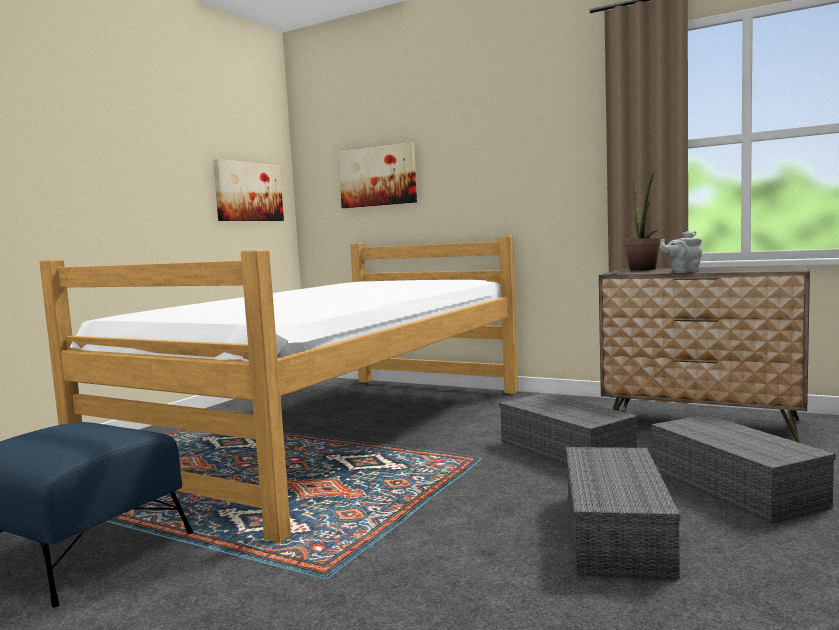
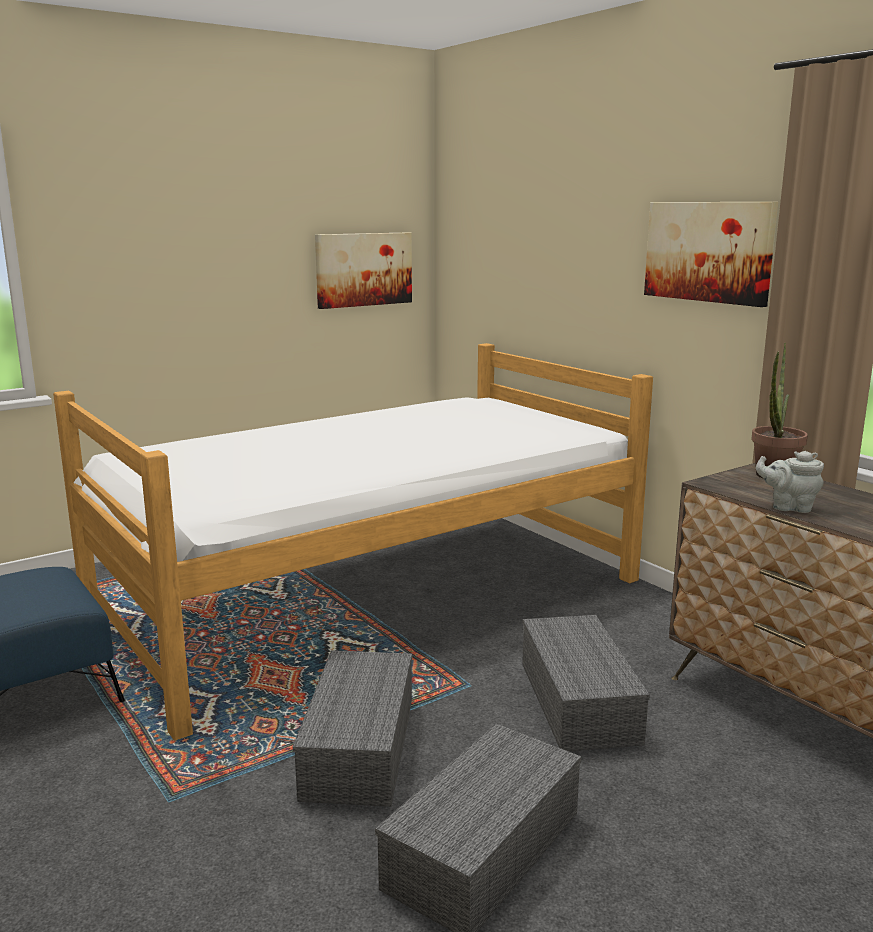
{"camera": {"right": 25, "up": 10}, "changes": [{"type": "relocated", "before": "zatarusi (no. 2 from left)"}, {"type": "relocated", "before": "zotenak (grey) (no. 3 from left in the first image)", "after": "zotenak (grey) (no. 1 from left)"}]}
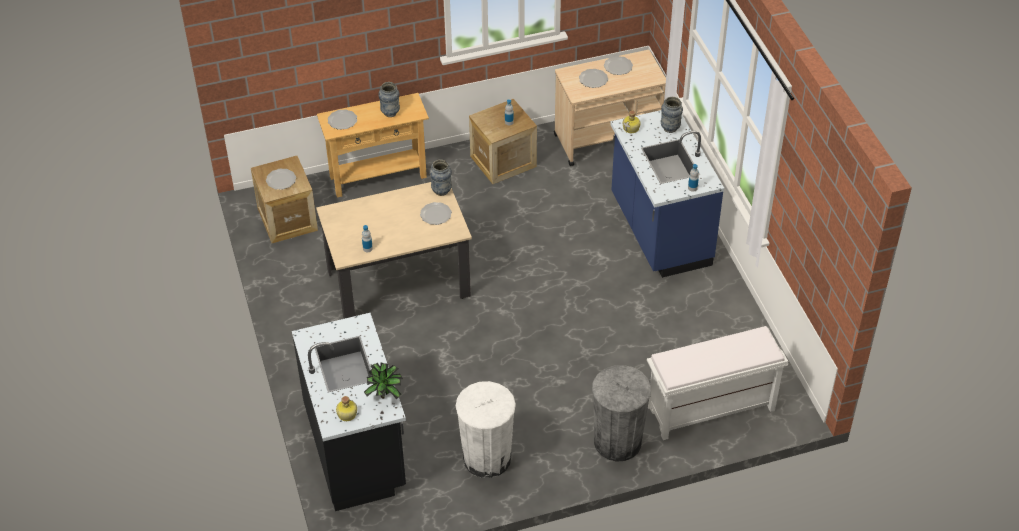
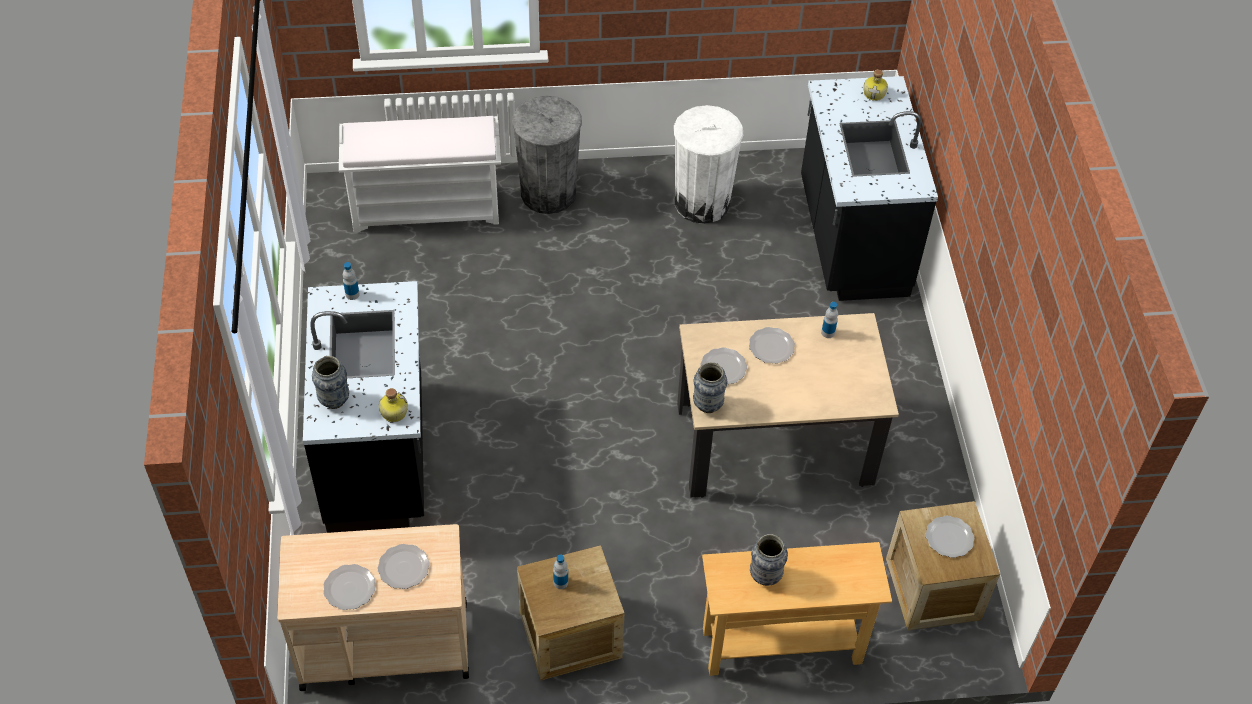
{"camera": {"right": -170, "up": 5}, "changes": [{"type": "relocated", "before": "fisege (no. 2 from left in the first image)", "after": "fisege (no. 4 from left)"}, {"type": "colour", "before": "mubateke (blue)", "after": "mubateke (black) (no. 1 from left)"}, {"type": "missing", "before": "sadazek"}]}
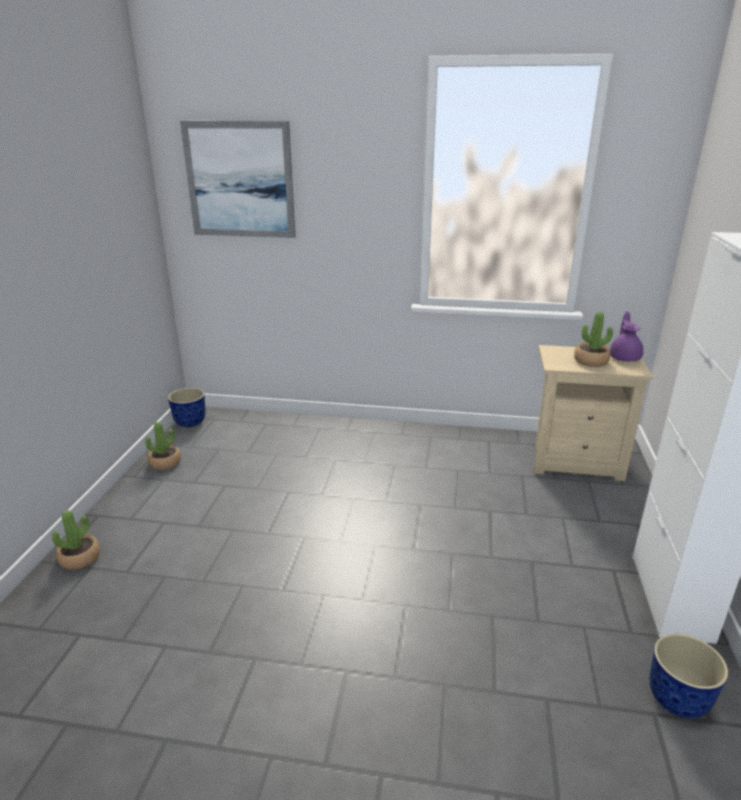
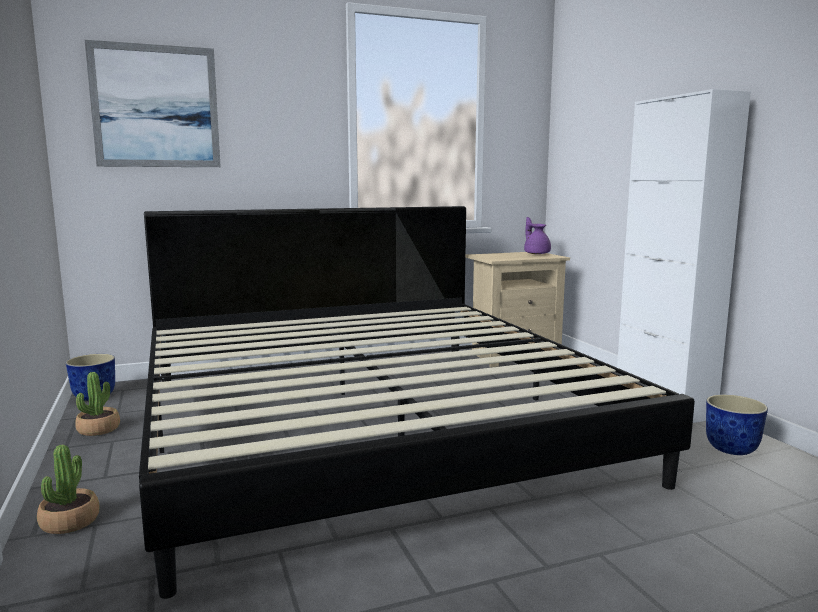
{"camera": {"right": -30, "up": -15}, "changes": [{"type": "missing", "before": "sadazek (no. 3 from left)"}, {"type": "appeared", "after": "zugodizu"}]}
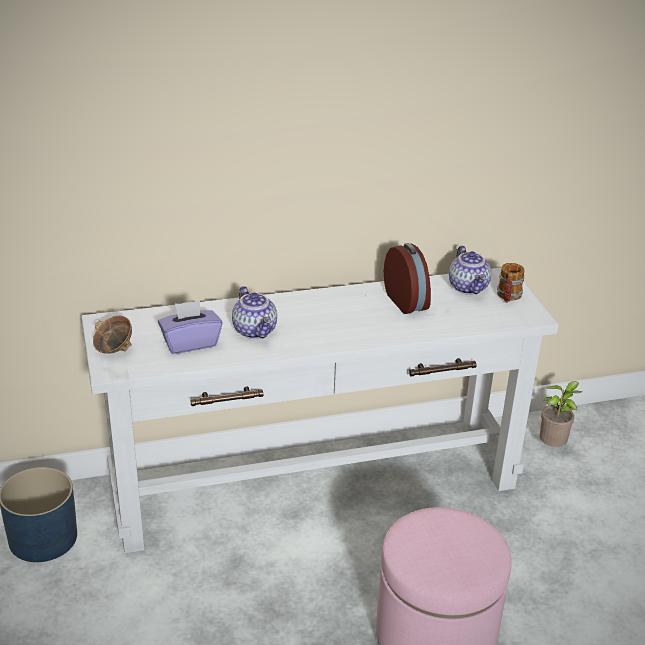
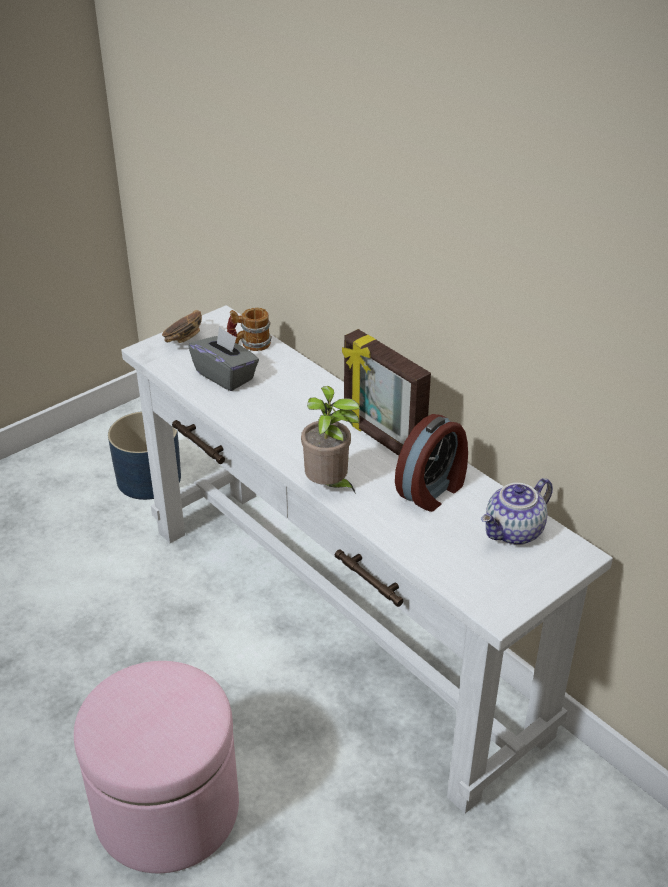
{"camera": {"right": 65, "up": 5}, "changes": [{"type": "relocated", "before": "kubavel"}, {"type": "missing", "before": "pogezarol (no. 1 from left)"}, {"type": "colour", "before": "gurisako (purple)", "after": "gurisako (grey)"}, {"type": "relocated", "before": "sadazek"}, {"type": "appeared", "after": "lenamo"}]}
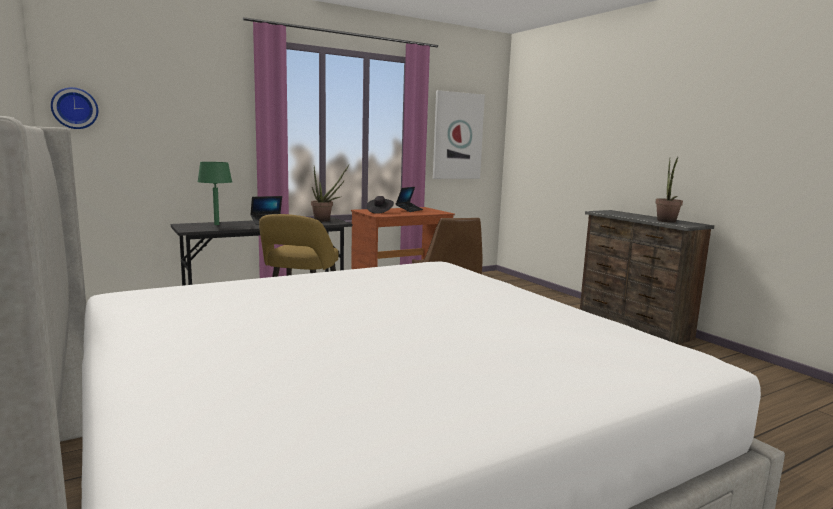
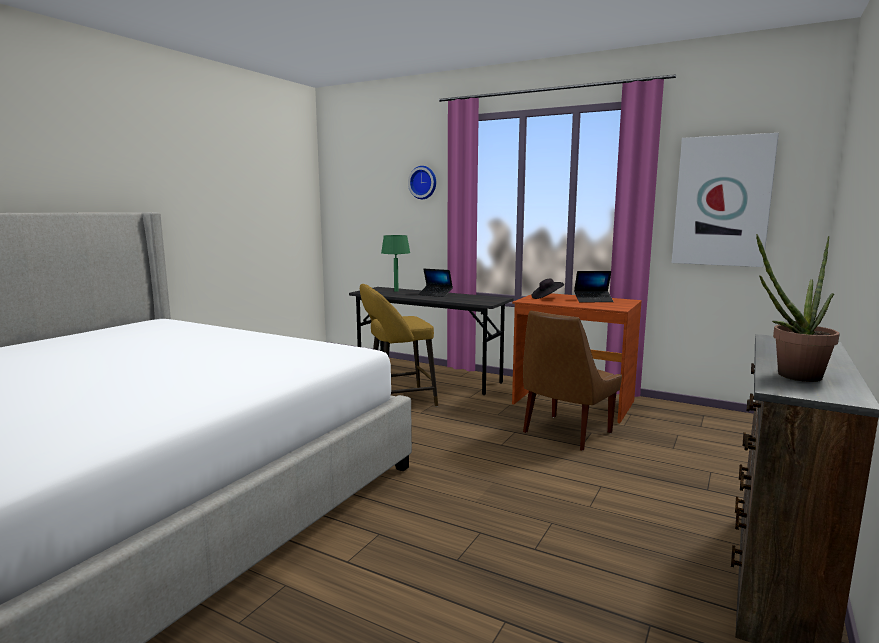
{"camera": {"right": 60, "up": 0}, "changes": [{"type": "relocated", "before": "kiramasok"}, {"type": "missing", "before": "sadazek (no. 1 from left)"}]}
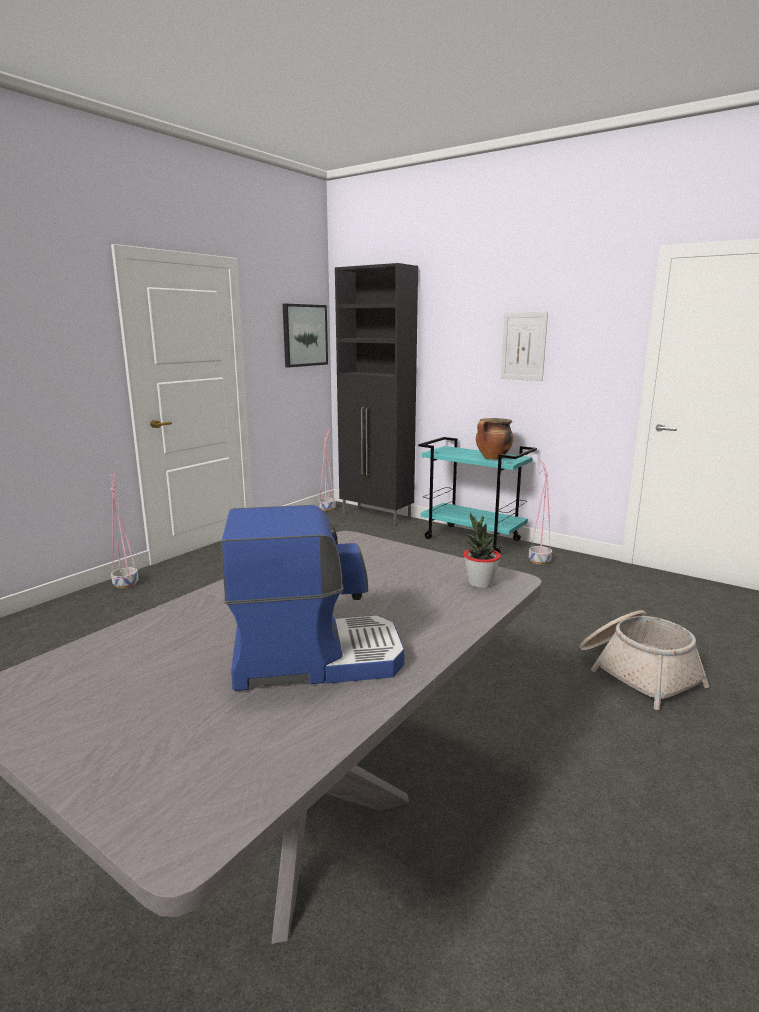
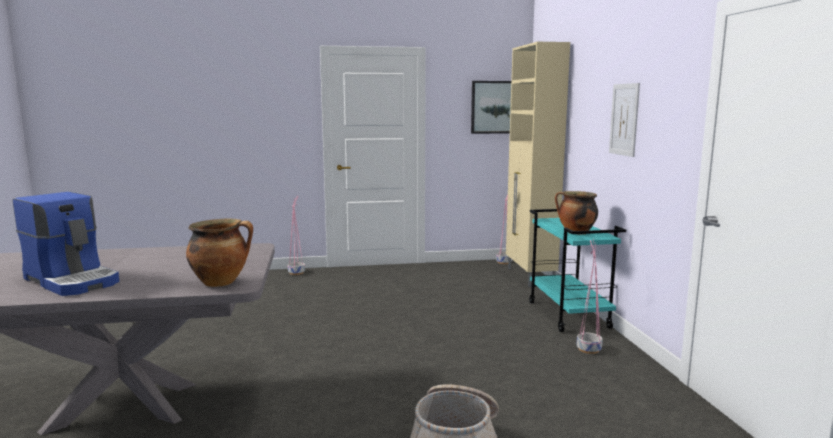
{"camera": {"right": 45, "up": -5}, "changes": [{"type": "colour", "before": "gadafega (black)", "after": "gadafega (beige)"}, {"type": "exchanged", "before": "sadazek", "after": "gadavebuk (no. 1 from left)"}]}
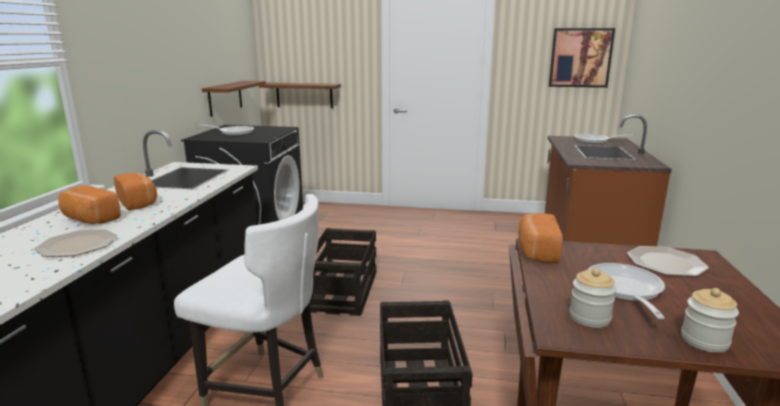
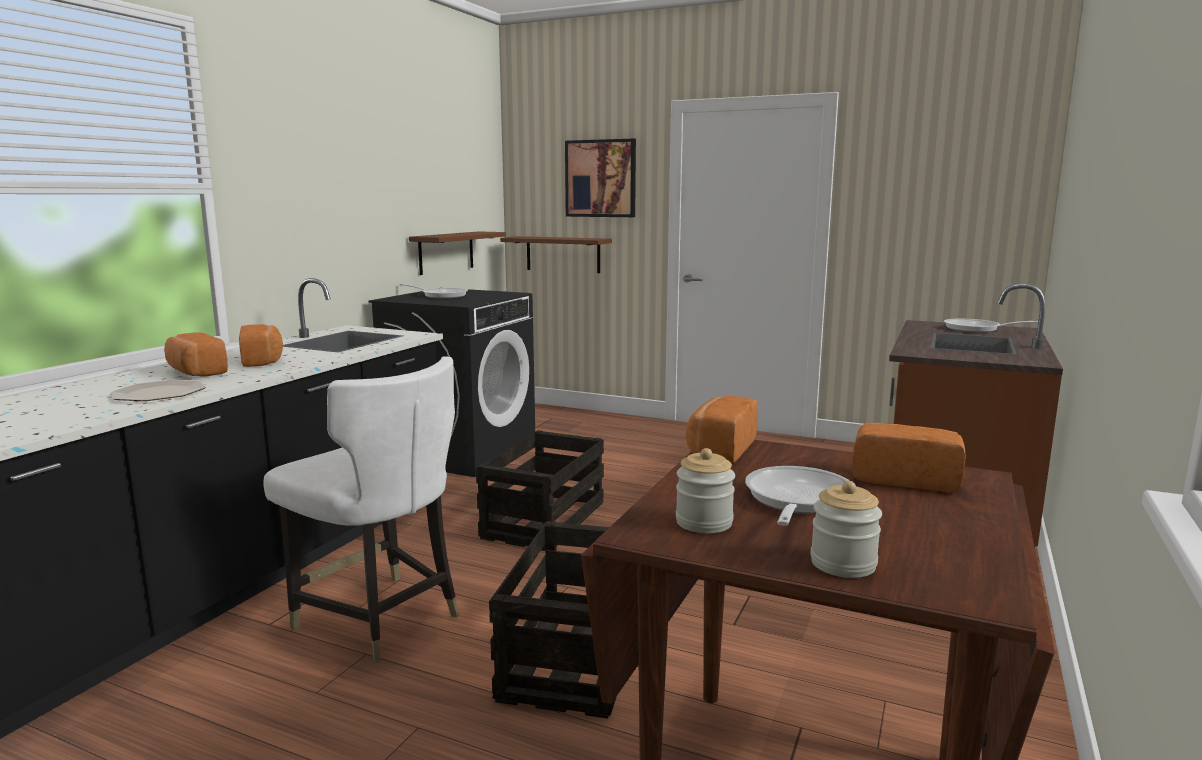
{"camera": {"right": 15, "up": -5}, "changes": [{"type": "relocated", "before": "zatarusi"}, {"type": "exchanged", "before": "fisege (no. 2 from left)", "after": "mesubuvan (no. 4 from left)"}]}
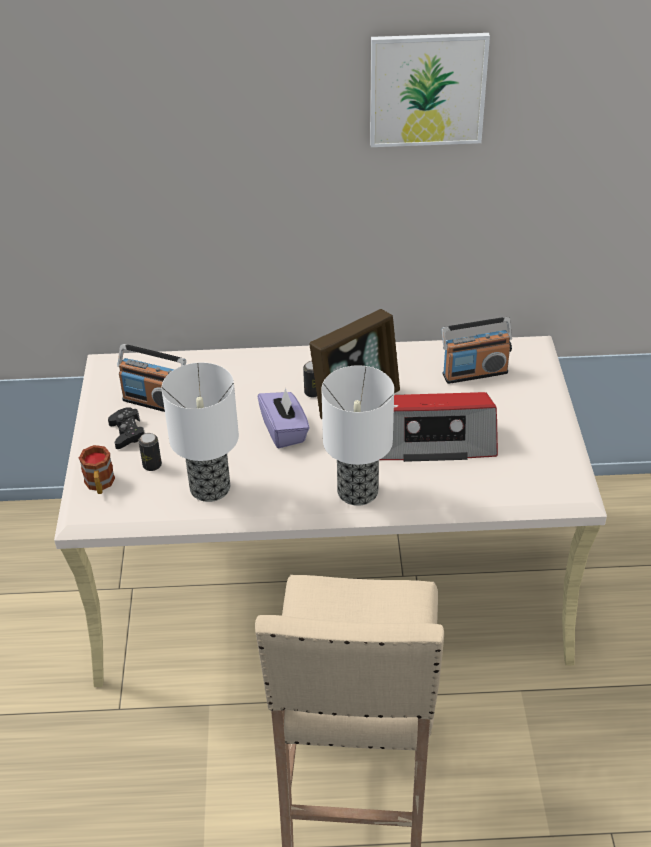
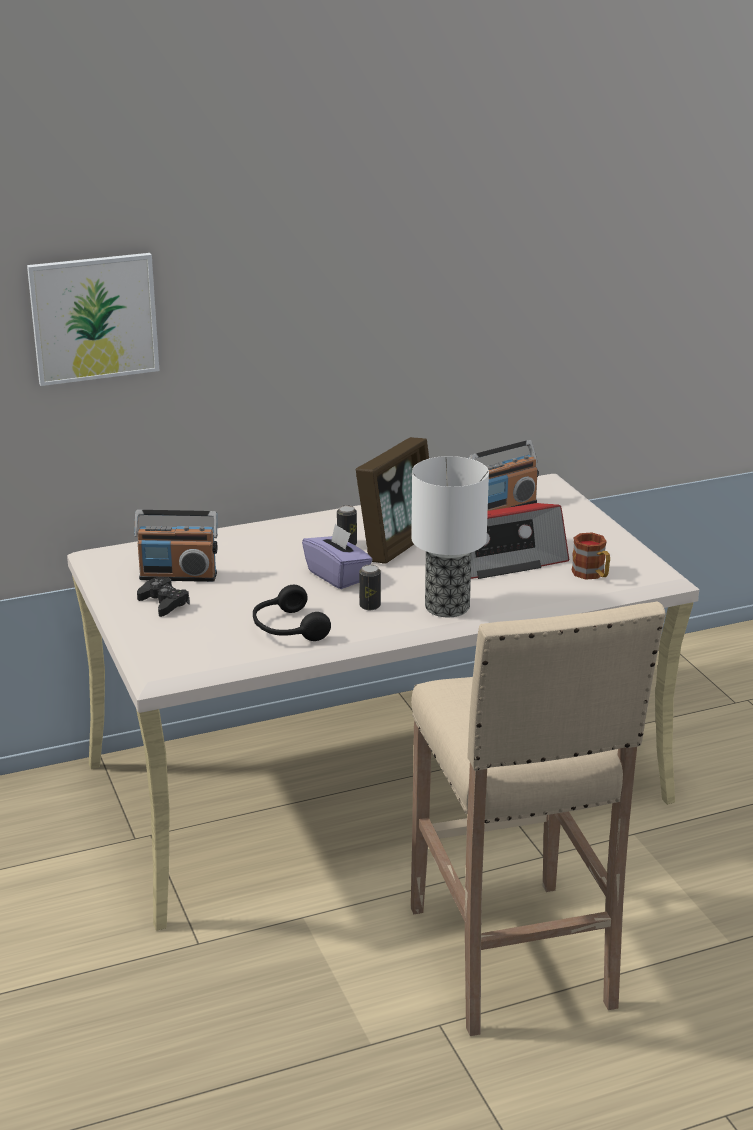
{"camera": {"right": -20, "up": -15}, "changes": [{"type": "relocated", "before": "zatarusi"}, {"type": "exchanged", "before": "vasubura (no. 1 from left)", "after": "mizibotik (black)"}, {"type": "relocated", "before": "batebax (no. 1 from left in the first image)", "after": "batebax (no. 2 from left)"}, {"type": "relocated", "before": "kubavel"}]}
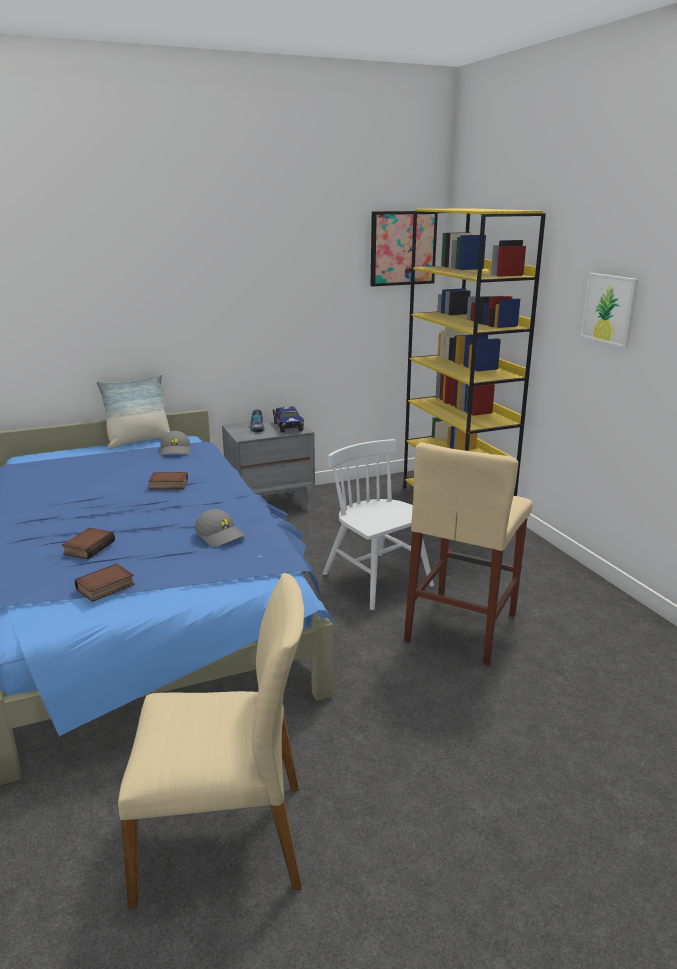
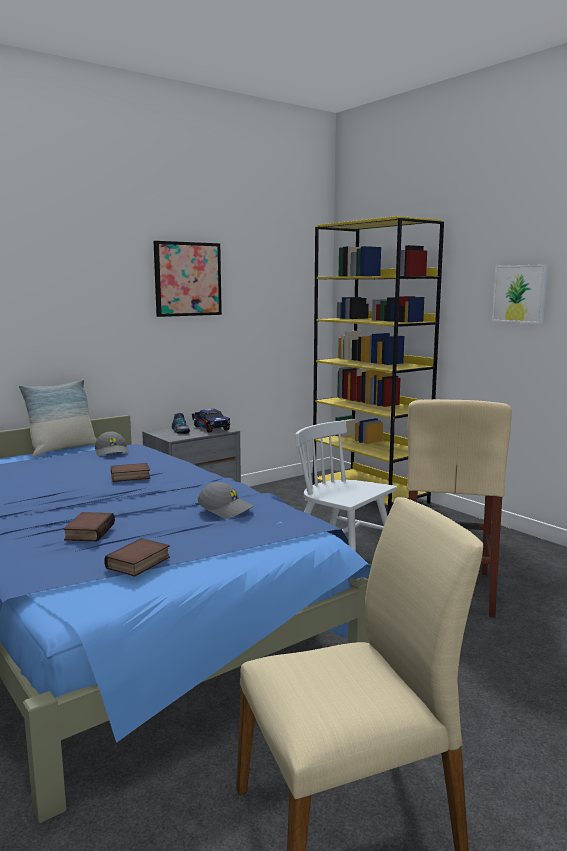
{"camera": {"right": -15, "up": -10}, "changes": [{"type": "relocated", "before": "zatarusi (no. 1 from left)"}]}
